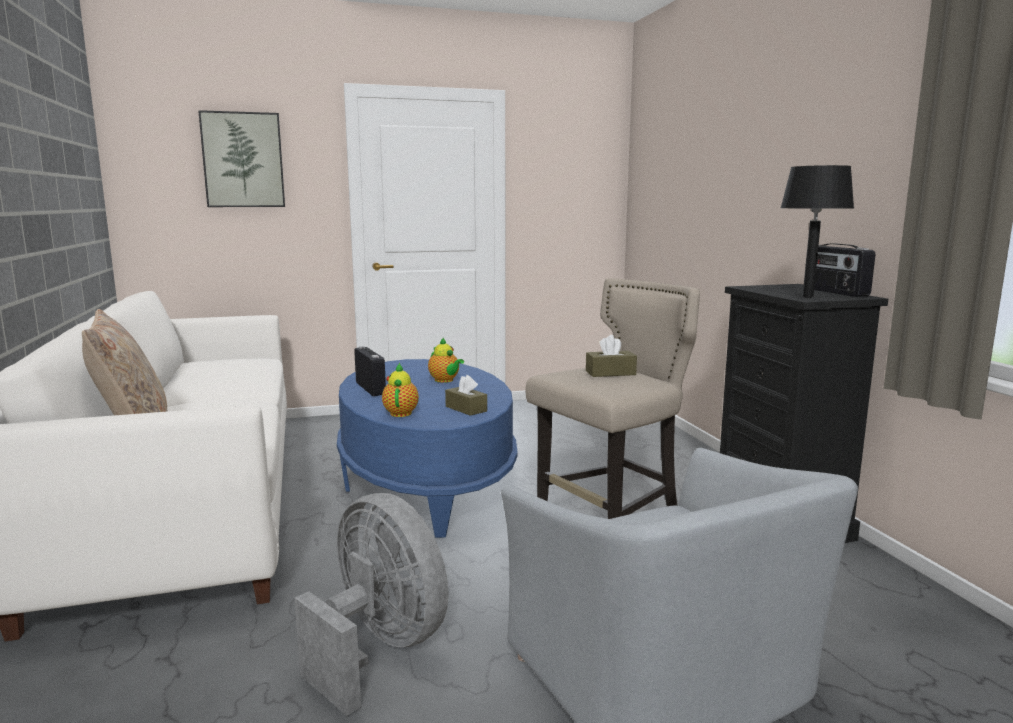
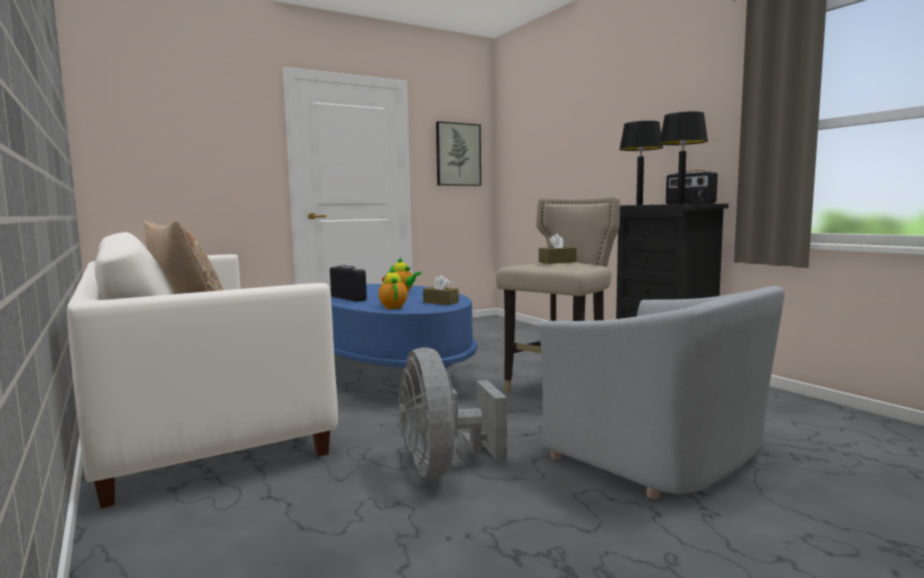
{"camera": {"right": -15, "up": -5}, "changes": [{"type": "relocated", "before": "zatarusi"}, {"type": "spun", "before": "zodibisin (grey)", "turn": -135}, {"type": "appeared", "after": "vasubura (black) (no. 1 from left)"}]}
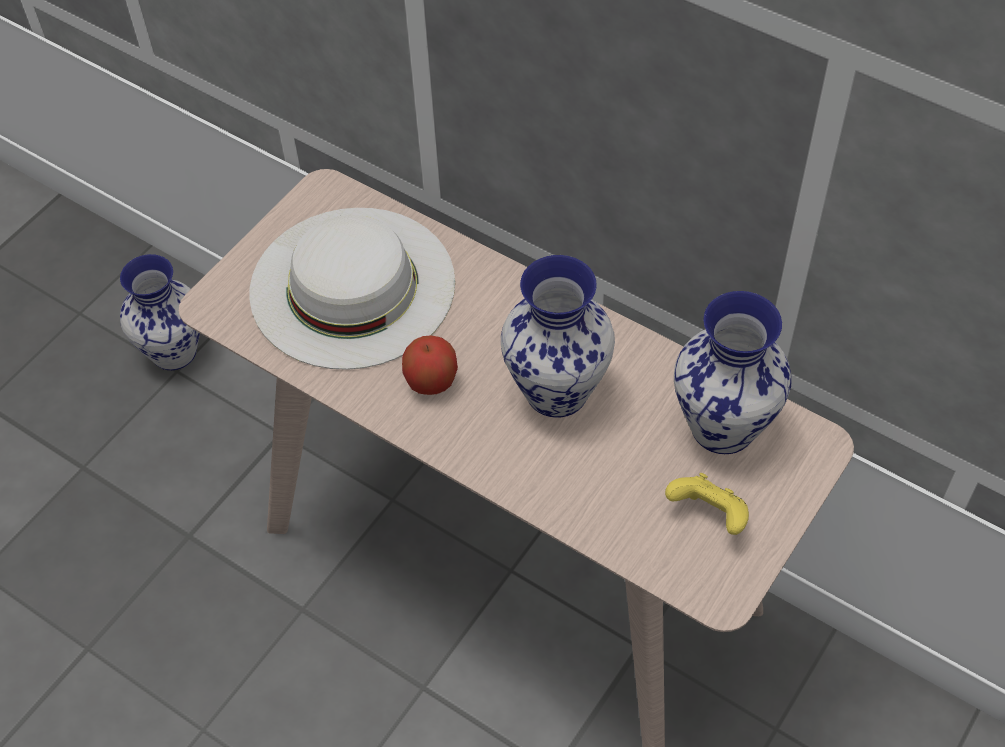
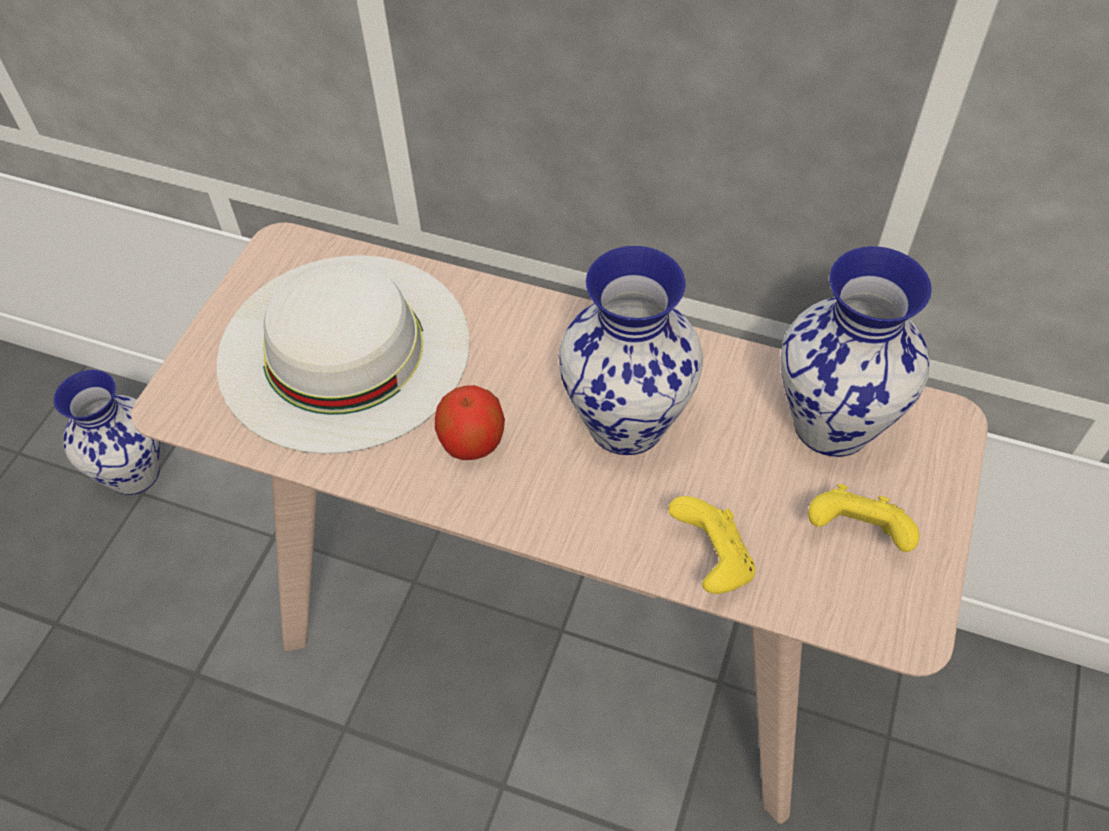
{"camera": {"right": -15, "up": 0}, "changes": [{"type": "appeared", "after": "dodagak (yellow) (no. 1 from left)"}]}
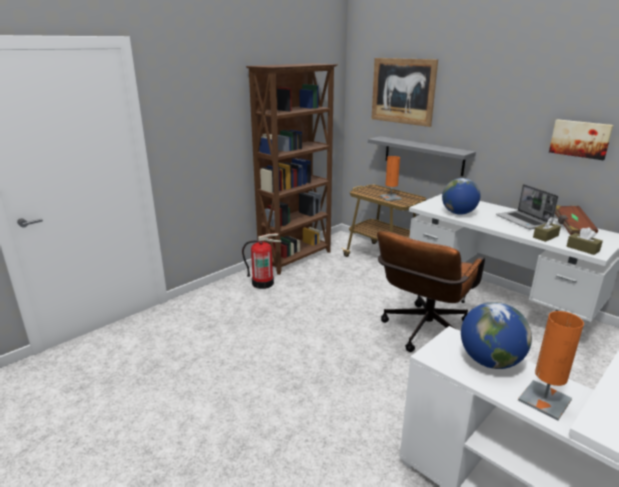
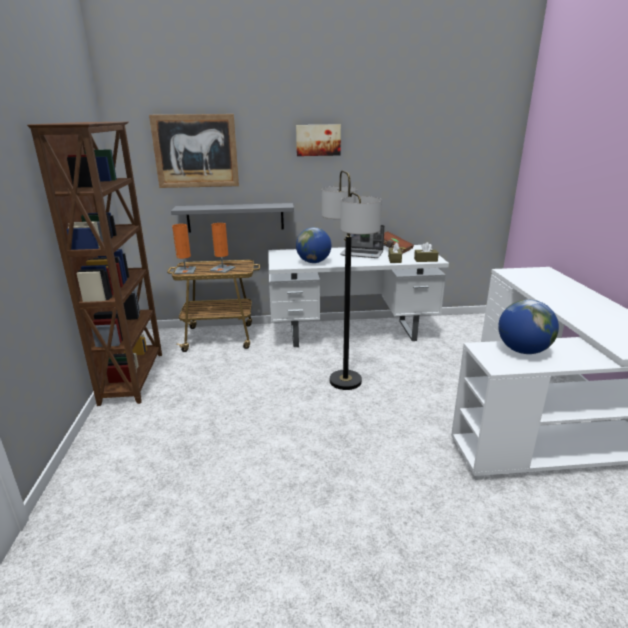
{"camera": {"right": -50, "up": 0}, "changes": [{"type": "relocated", "before": "zatarusi (no. 2 from left)"}, {"type": "exchanged", "before": "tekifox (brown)", "after": "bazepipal"}, {"type": "missing", "before": "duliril"}, {"type": "relocated", "before": "vasubura (orange) (no. 2 from left in the first image)", "after": "vasubura (orange) (no. 1 from left)"}]}
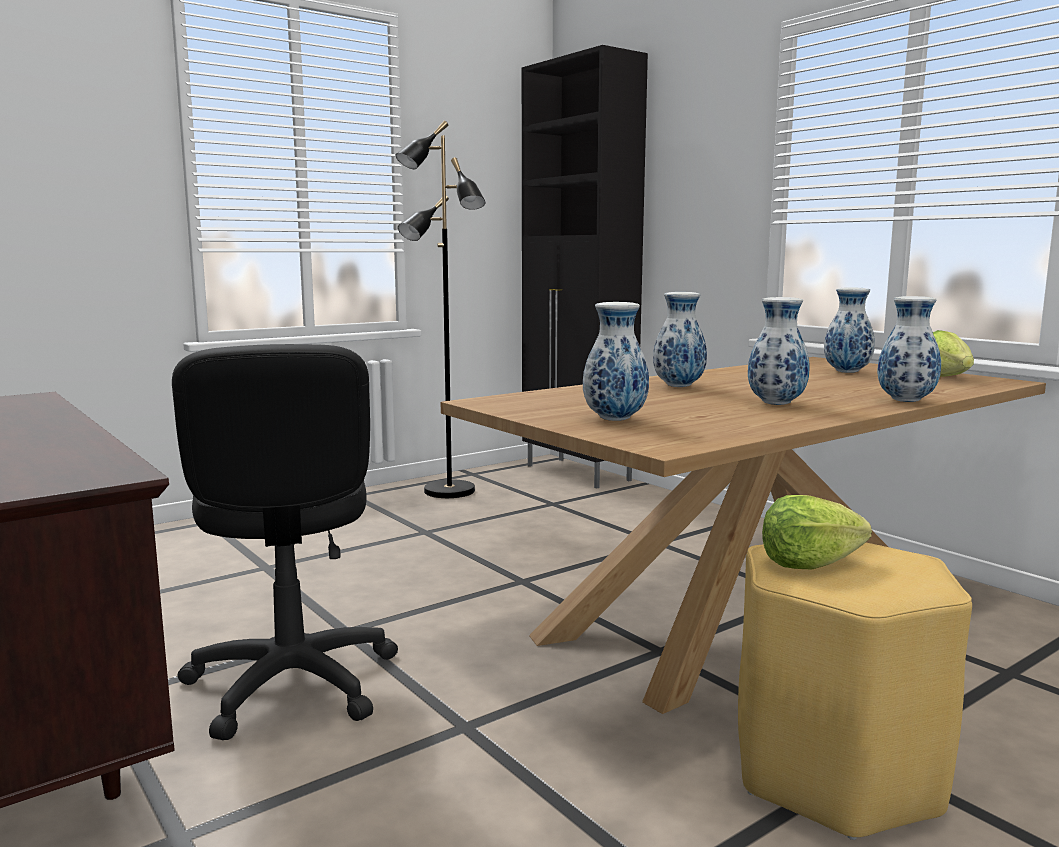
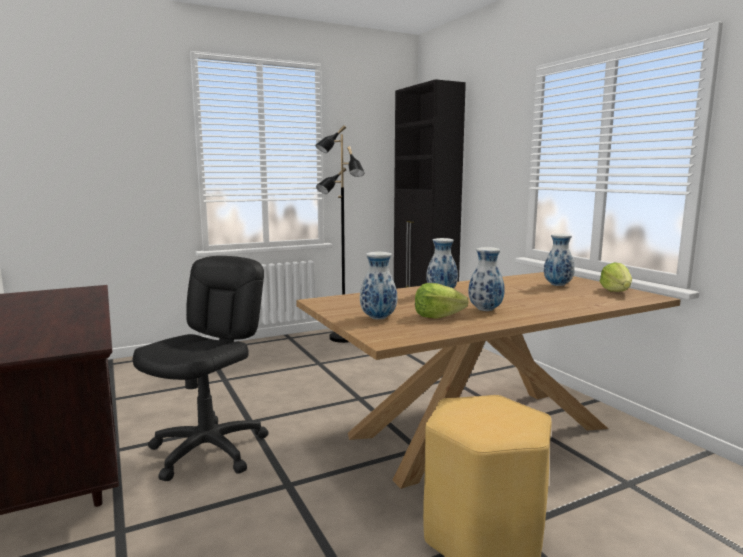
{"camera": {"right": 10, "up": 0}, "changes": [{"type": "missing", "before": "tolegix (no. 5 from left)"}, {"type": "spun", "before": "tekifox (black)", "turn": -150}, {"type": "relocated", "before": "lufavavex (no. 1 from left)"}]}
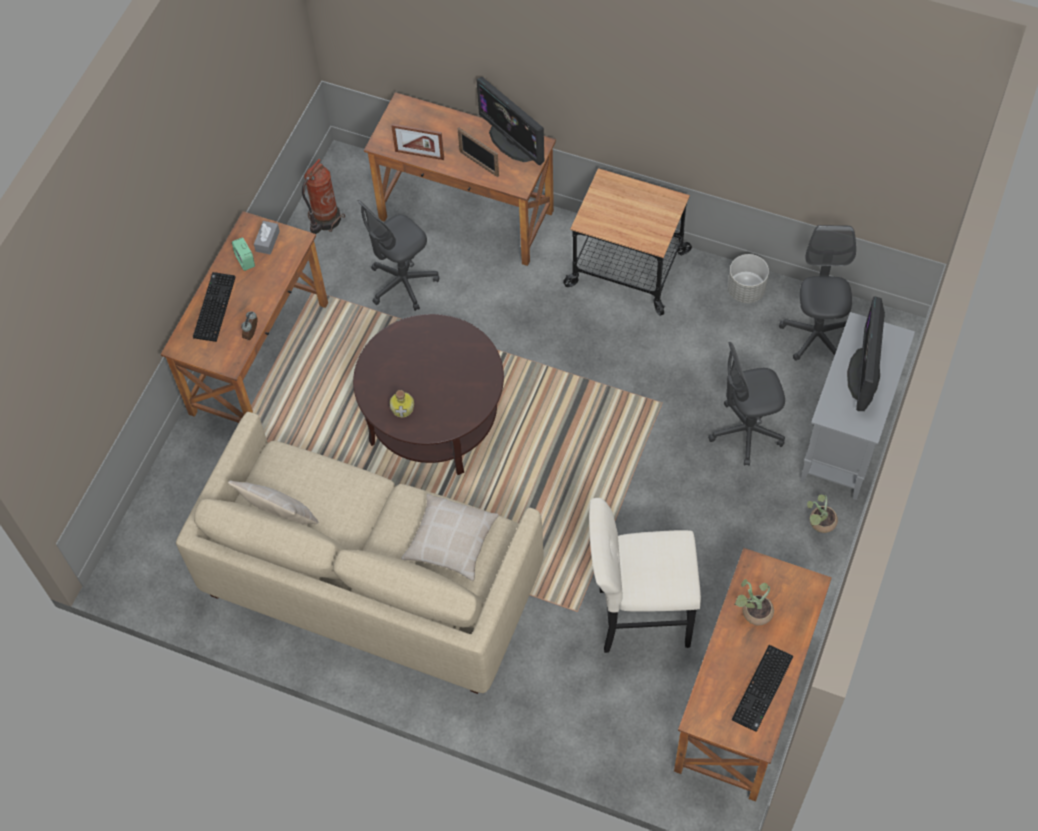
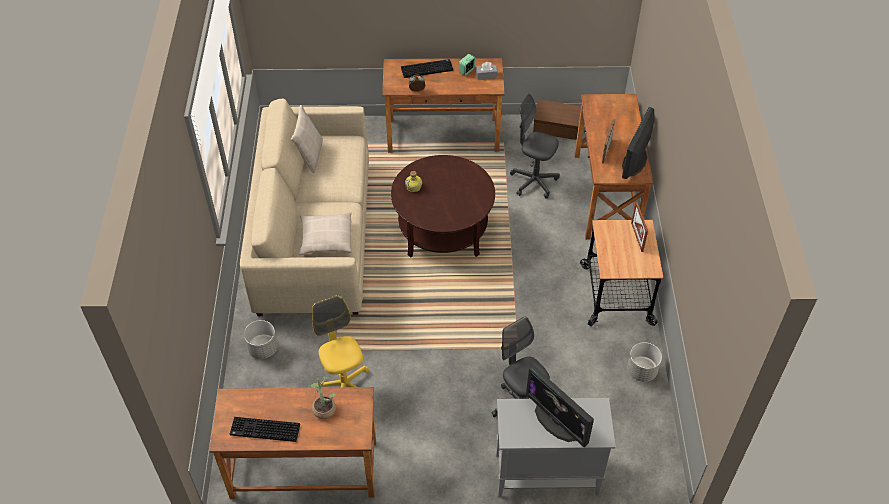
{"camera": {"right": 65, "up": -10}, "changes": [{"type": "relocated", "before": "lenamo (no. 1 from left in the first image)", "after": "lenamo (no. 2 from left)"}, {"type": "exchanged", "before": "duliril", "after": "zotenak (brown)"}, {"type": "missing", "before": "tekifox (grey) (no. 3 from left)"}, {"type": "spun", "before": "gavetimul (no. 2 from left in the first image)", "turn": -120}, {"type": "missing", "before": "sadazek (no. 2 from left)"}, {"type": "exchanged", "before": "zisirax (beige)", "after": "tekifox (yellow)"}, {"type": "appeared", "after": "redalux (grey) (no. 1 from left)"}]}
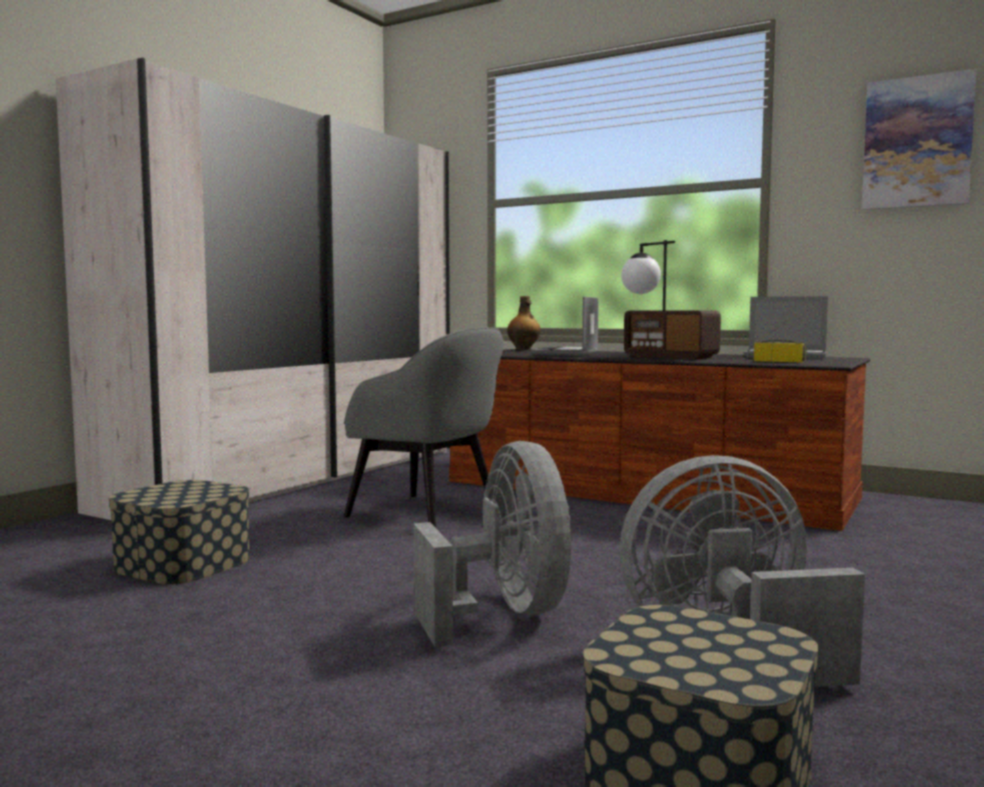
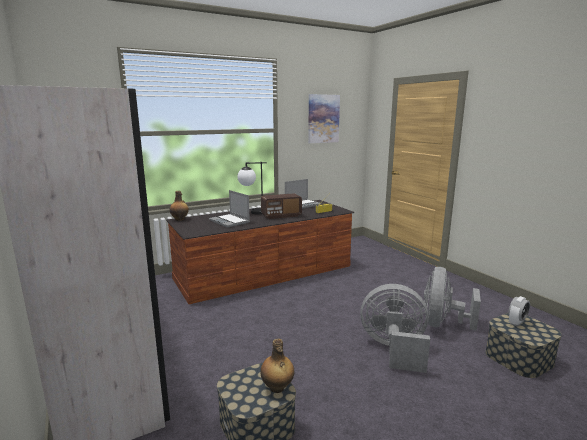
{"camera": {"right": -60, "up": 10}, "changes": [{"type": "missing", "before": "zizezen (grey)"}, {"type": "appeared", "after": "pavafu"}, {"type": "appeared", "after": "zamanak (no. 2 from left)"}]}
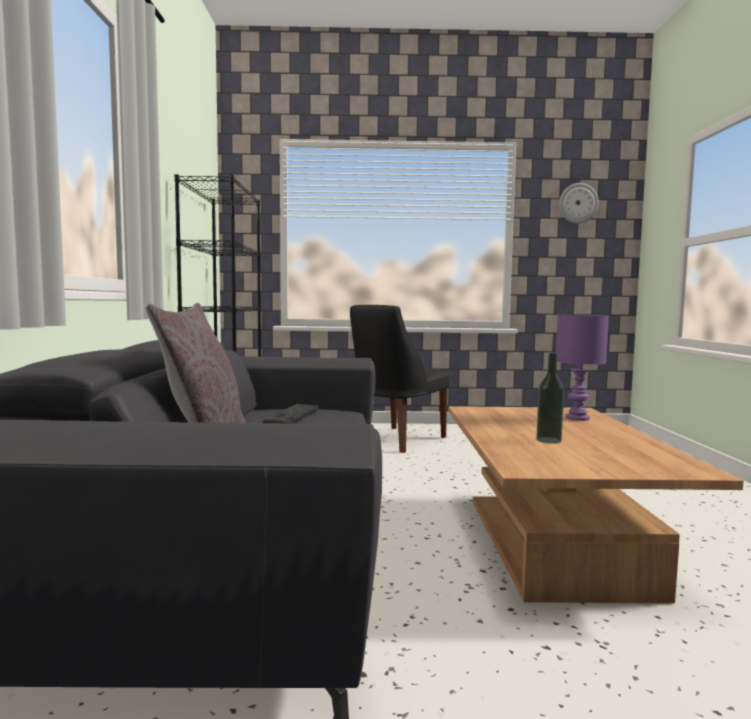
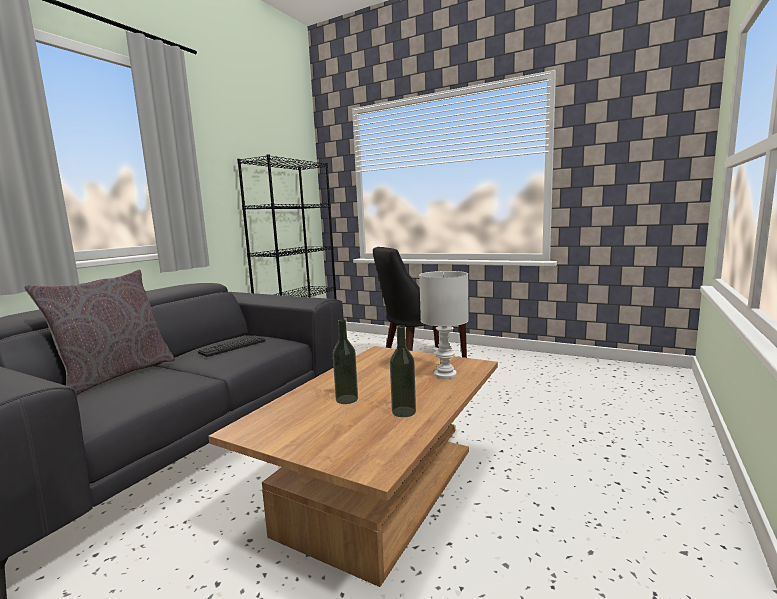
{"camera": {"right": 30, "up": 5}, "changes": [{"type": "missing", "before": "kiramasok"}, {"type": "colour", "before": "vasubura (purple)", "after": "vasubura (white)"}, {"type": "appeared", "after": "zamanak (no. 2 from left)"}]}
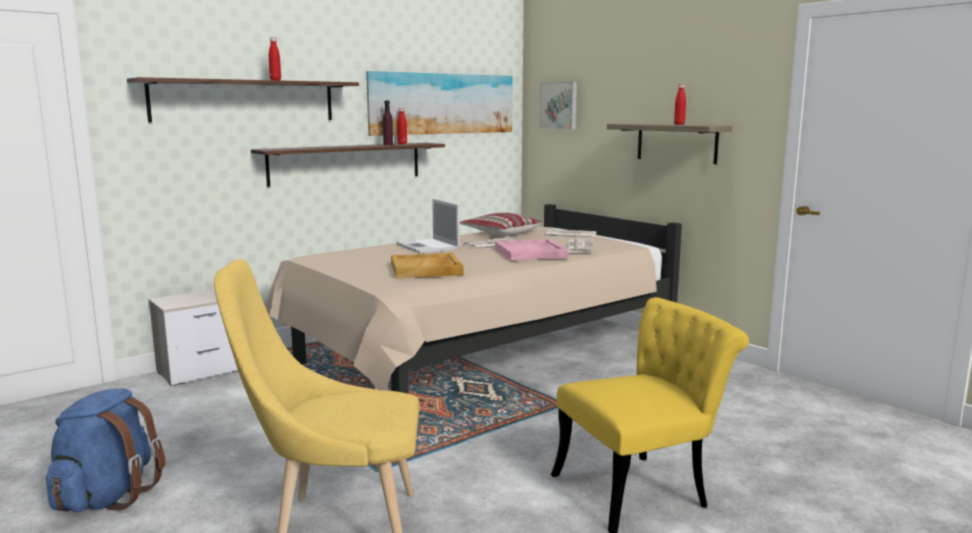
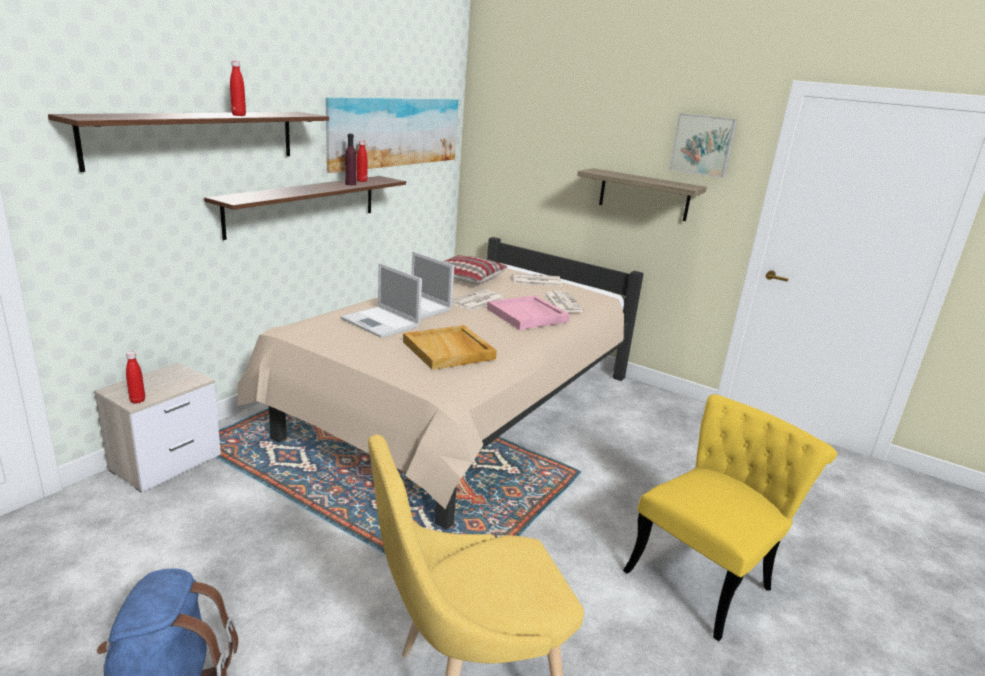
{"camera": {"right": -20, "up": 10}, "changes": [{"type": "relocated", "before": "zatarusi (no. 2 from left)"}, {"type": "relocated", "before": "zamanak (red) (no. 3 from left in the first image)", "after": "zamanak (red) (no. 1 from left)"}, {"type": "appeared", "after": "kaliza (no. 1 from left)"}]}
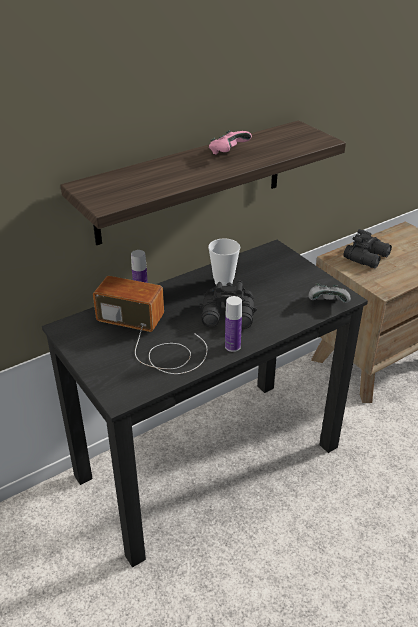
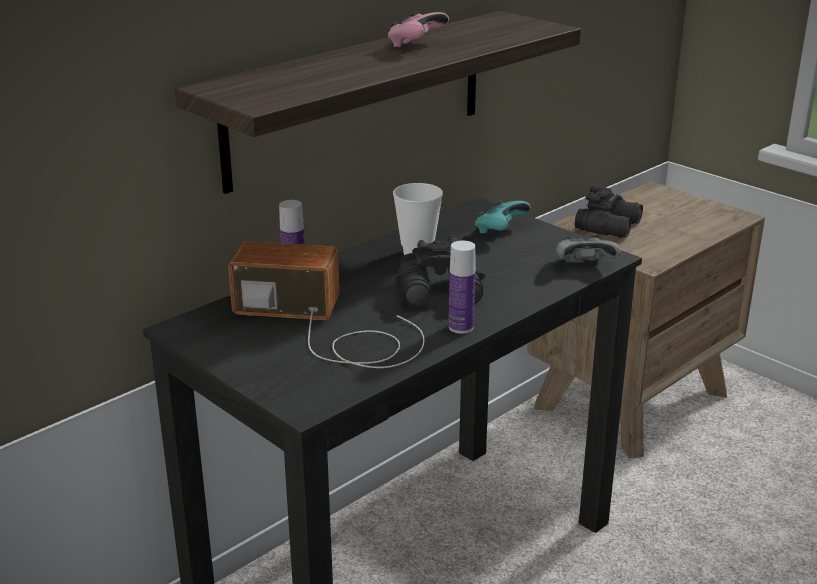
{"camera": {"right": -10, "up": -10}, "changes": [{"type": "appeared", "after": "dodagak (turquoise)"}]}
